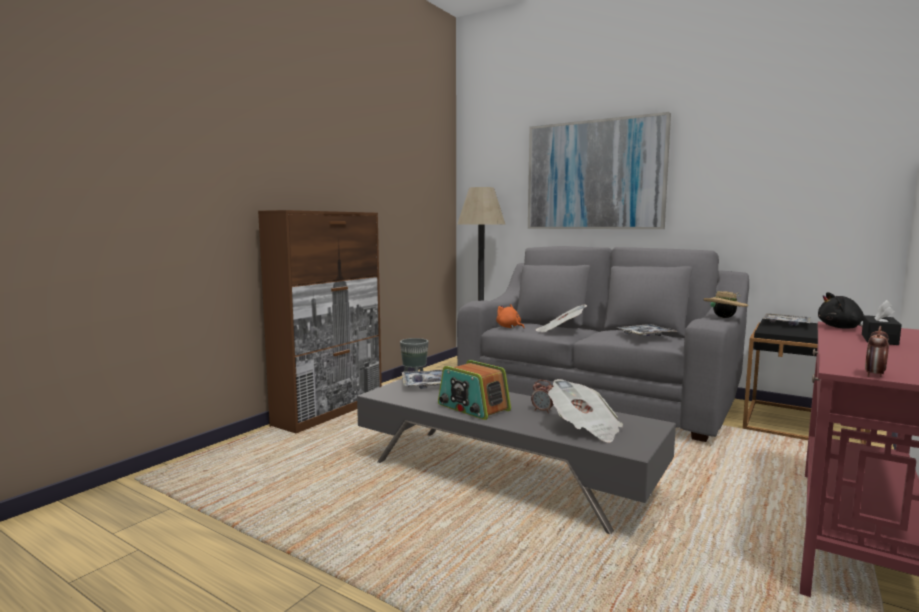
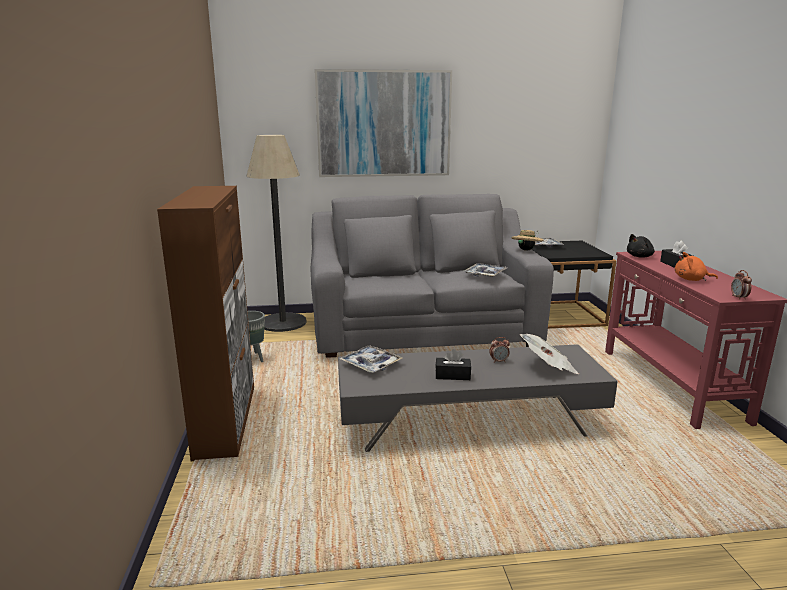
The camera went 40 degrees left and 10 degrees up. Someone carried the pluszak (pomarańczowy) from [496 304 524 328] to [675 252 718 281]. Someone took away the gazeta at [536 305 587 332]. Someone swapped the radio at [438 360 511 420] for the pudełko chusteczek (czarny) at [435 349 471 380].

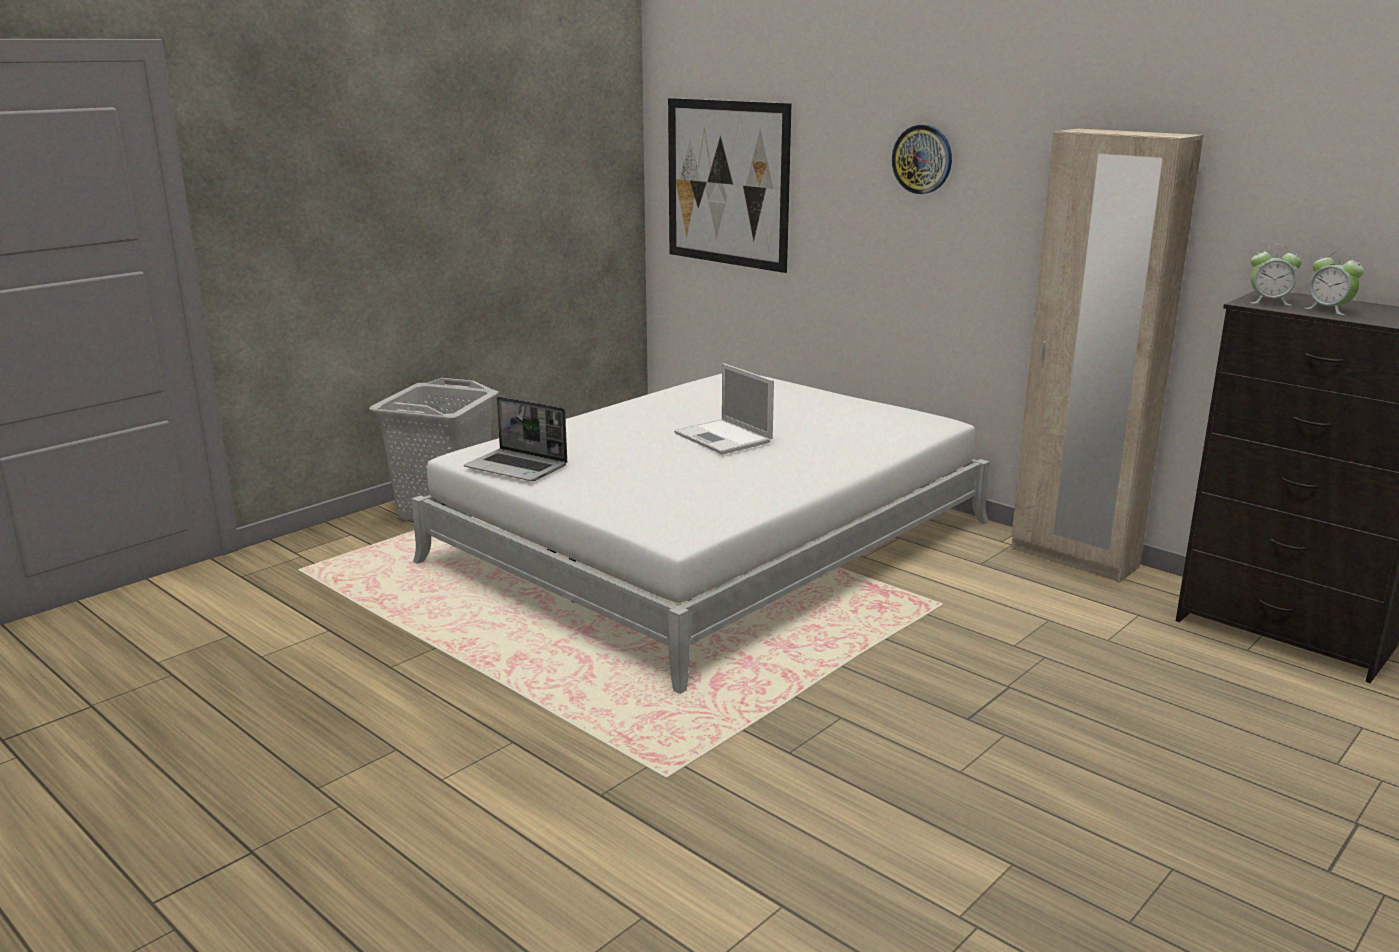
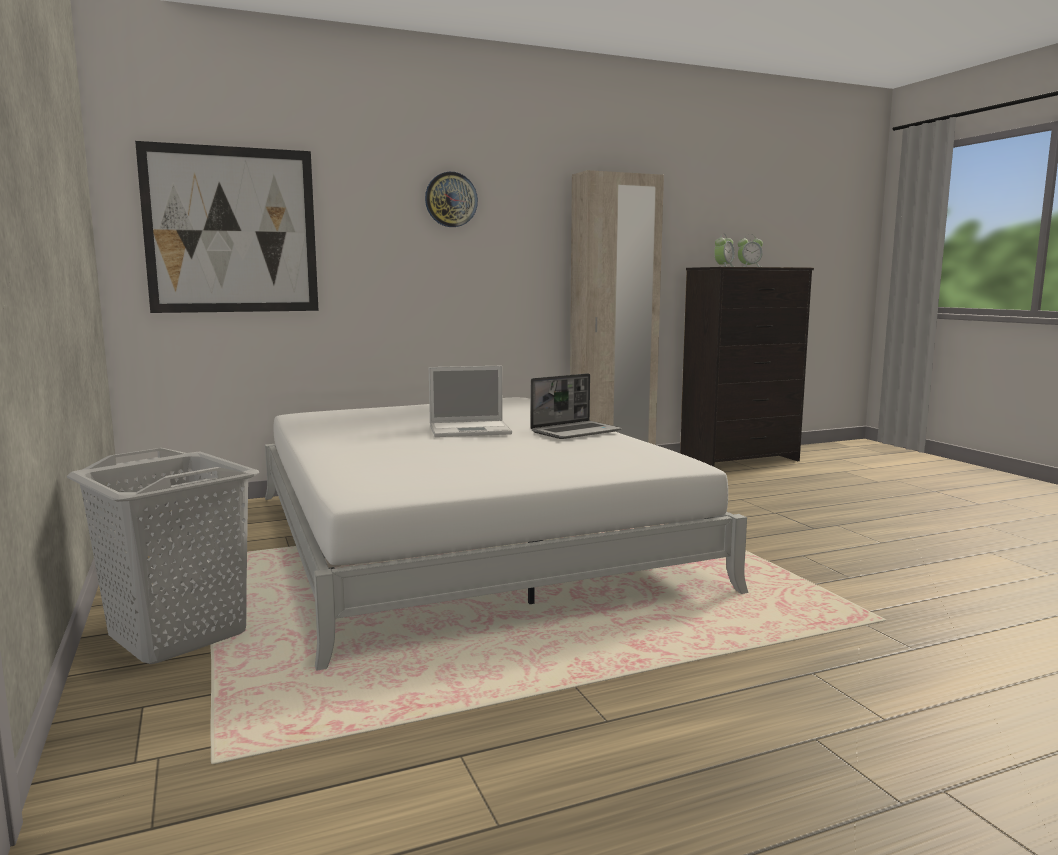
The camera went 65 degrees left and 10 degrees down. Someone carried the laptop from [464 396 567 481] to [531 373 622 439].

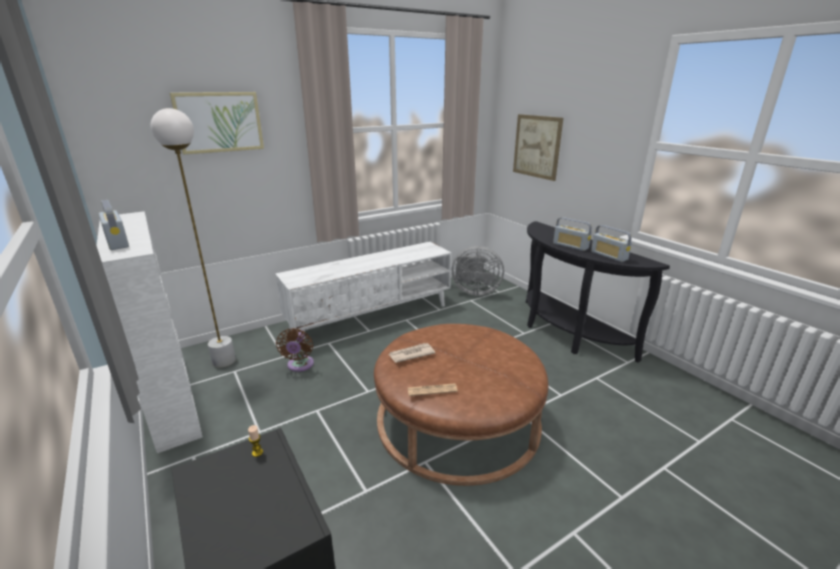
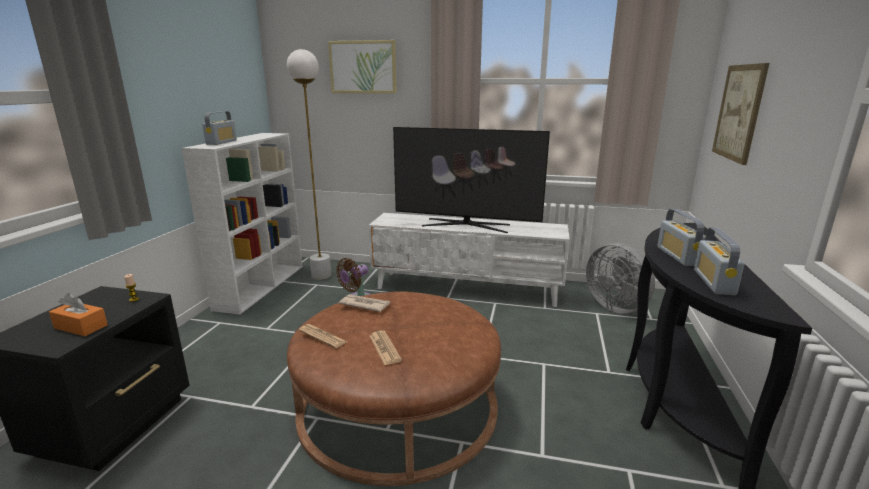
The camera went 45 degrees right and 5 degrees down. Someone put down the telewizor at [393 127 550 233]. Someone put down the pudełko chusteczek (pomarańczowy) at [49 293 108 336]. Someone put down the gazeta at [370 330 402 365].

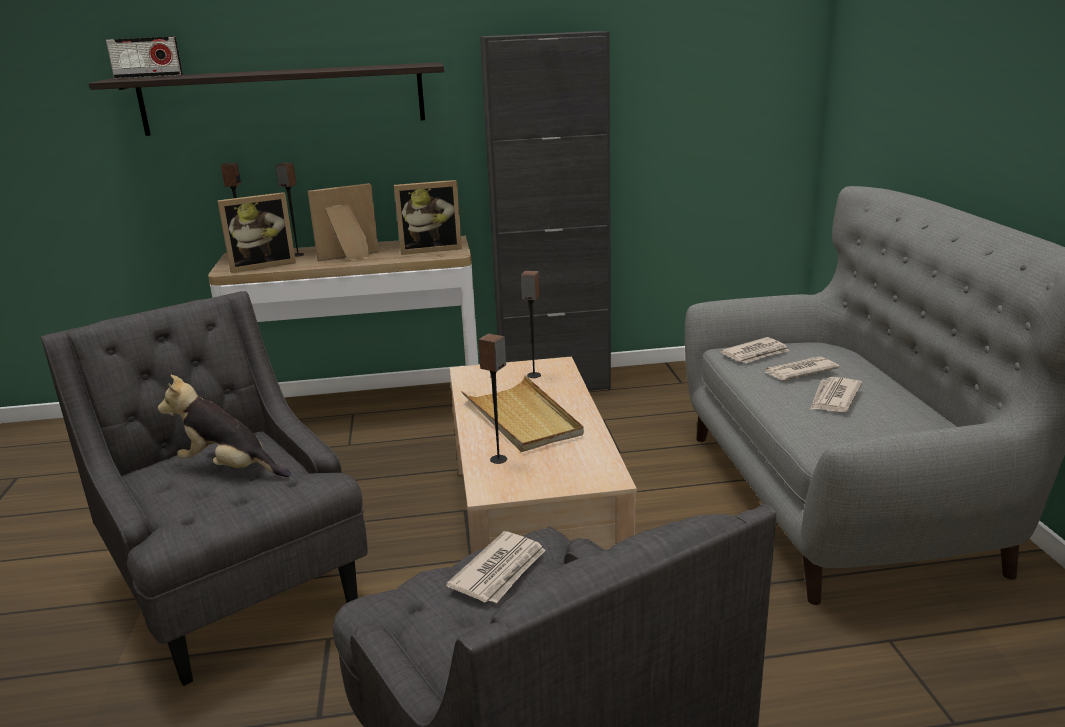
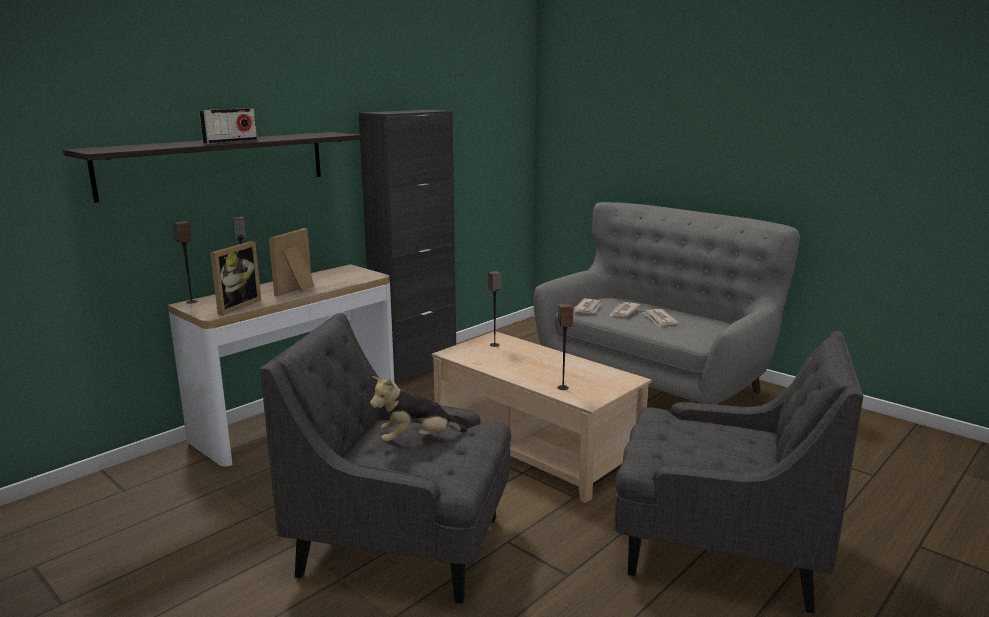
The camera went 40 degrees left and 5 degrees down. Someone carried the radio from [106 37 183 79] to [199 108 257 144]. Someone took away the ramka na zdjęcie at [394 180 462 255]. Someone took away the taca (beżowy) at [461 375 584 452]. Someone took away the gazeta at [446 531 546 603].

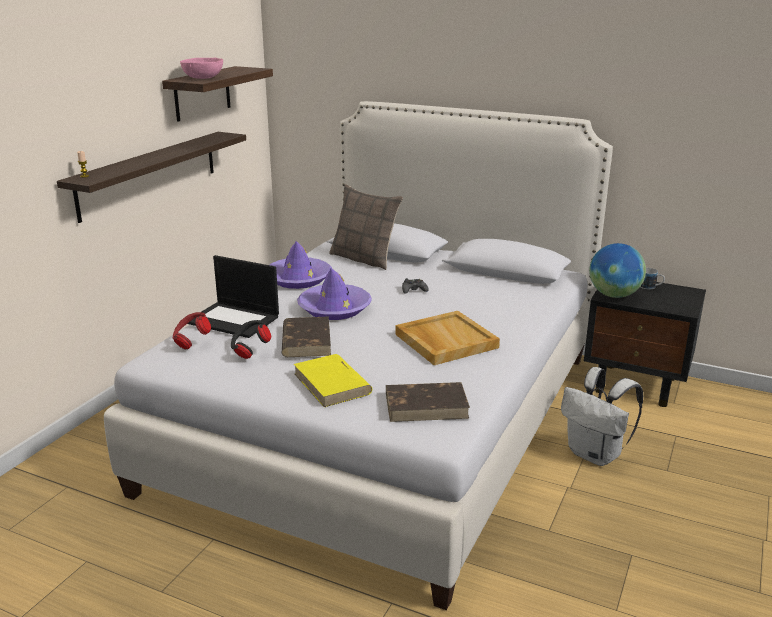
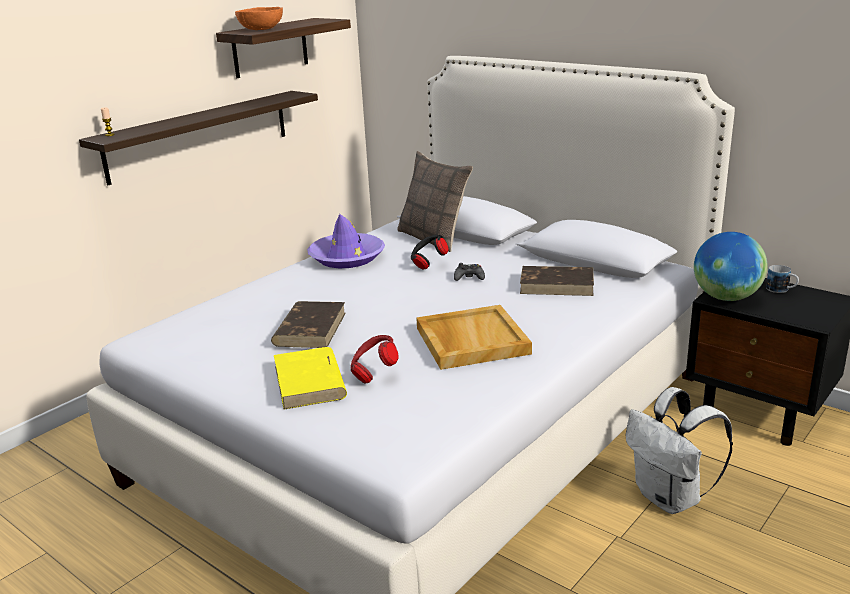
The camera went 15 degrees right and 0 degrees up. Someone repainted the miska (różowy) at [180 58 223 79], which became the miska (pomarańczowy) at [235 7 283 30]. Someone took away the laptop at [187 255 279 338]. Someone took away the kapelusz (fioletowy) at [297 268 372 320]. Someone carried the słuchawki (czerwony) from [173 312 211 349] to [351 335 398 384]. Someone carried the słuchawki (czarny) from [231 320 271 359] to [411 235 449 270]. Someone carried the książka (brązowy) from [386 382 470 422] to [520 266 594 296].

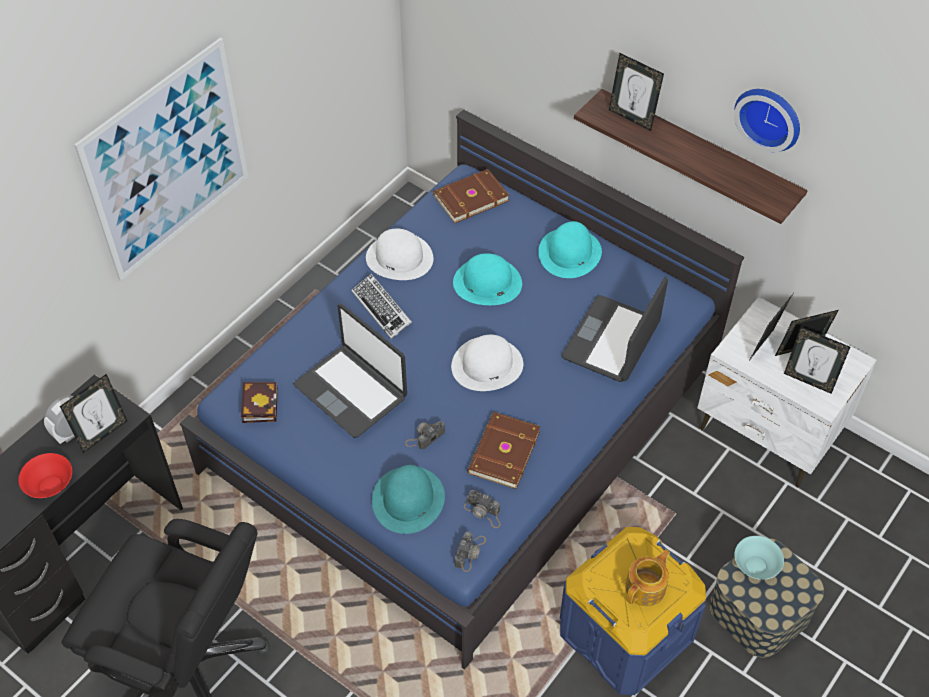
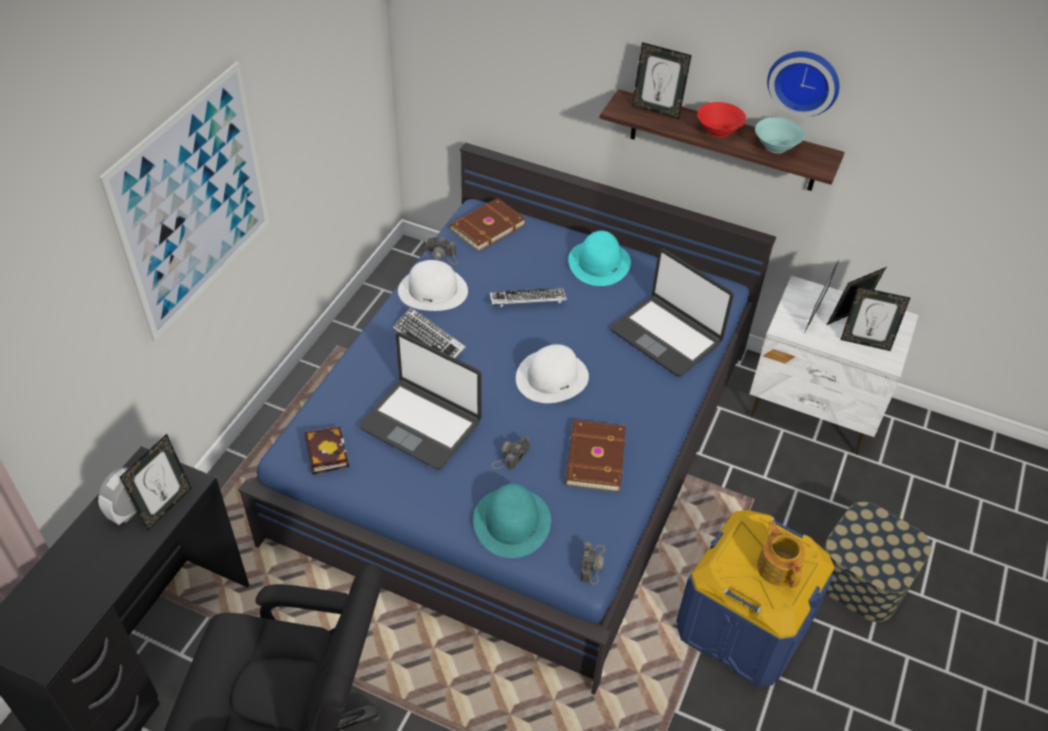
The camera went 15 degrees left and 5 degrees down. Someone swapped the kapelusz (turkusowy) at [453 253 522 305] for the klawiatura at [490 288 567 307]. Someone rotated the laptop at [562 277 668 382] by 60 degrees counterclockwise. Someone carried the miska (czerwony) from [18 453 72 498] to [697 102 746 137]. Someone carried the aparat fotograficzny from [464 490 501 528] to [424 237 458 264]. Someone carried the miska (turkusowy) from [734 536 784 580] to [755 117 805 153]. Someone rotated the imbryk at [625 550 670 607] by 45 degrees counterclockwise.

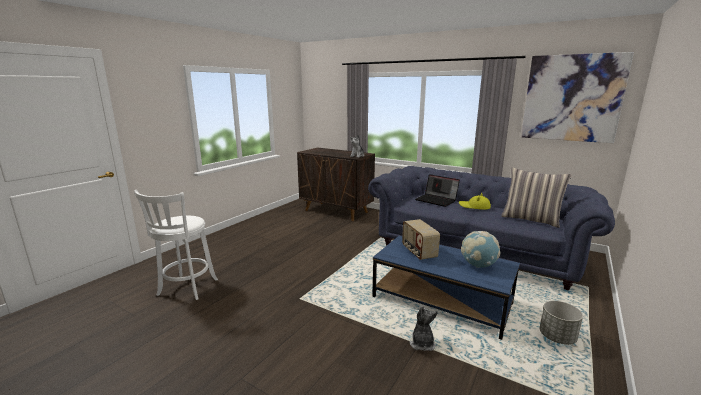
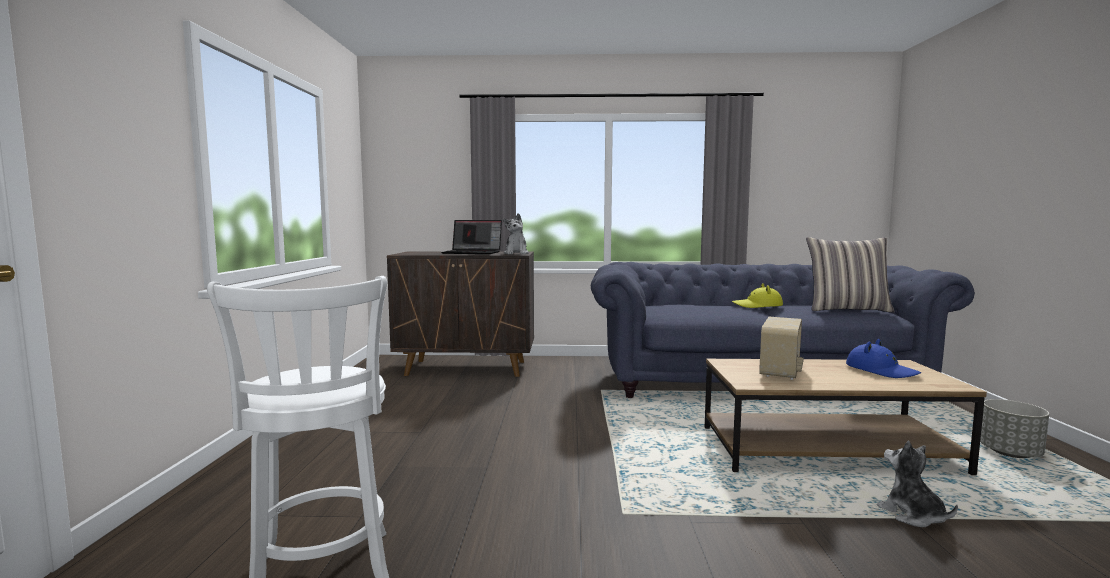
The camera went 30 degrees left and 10 degrees down. Someone took away the obraz at [521 52 634 143]. Someone carried the laptop from [415 174 460 207] to [441 220 502 254]. Someone rotated the radio at [402 219 440 260] by 105 degrees counterclockwise. Someone swapped the globus at [461 231 500 268] for the kapelusz (niebieski) at [846 339 921 378]. Someone repainted the ława (niebieski) at [372 236 520 340], which became the ława (brązowy) at [705 359 987 475].

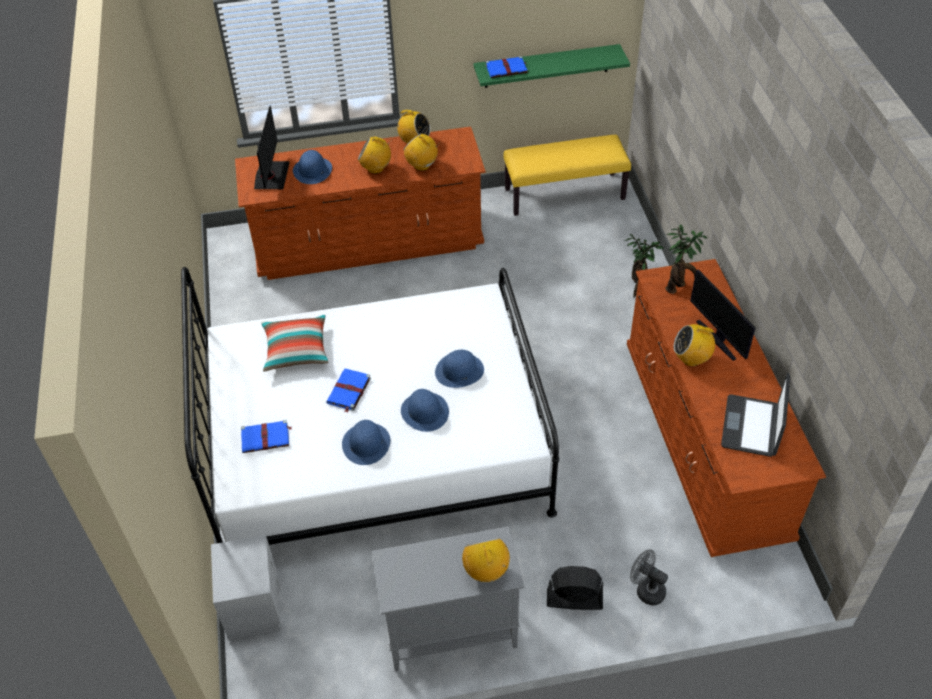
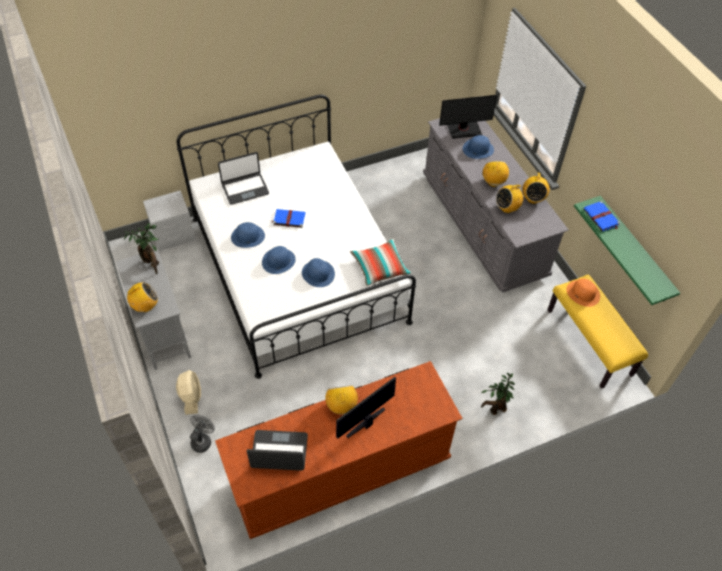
The camera went 75 degrees right and 5 degrees up. Someone repainted the komoda (brązowy) at [235 127 486 280], which became the komoda (szary) at [423 118 569 293]. Someone rotated the radio at [404 134 440 171] by 150 degrees counterclockwise. Someone carried the roślina doniczkowa from [665 224 707 294] to [124 223 159 274]. Someone carried the poduszka from [261 314 329 371] to [350 239 411 286]. Someone swapped the książka (niebieski) at [241 420 292 453] for the laptop at [218 152 269 205]. Someone repainted the wentylator (czarny) at [547 566 603 610], which became the wentylator (beżowy) at [176 370 201 415]. Someone put down the kapelusz (pomarańczowy) at [566 278 600 307].

